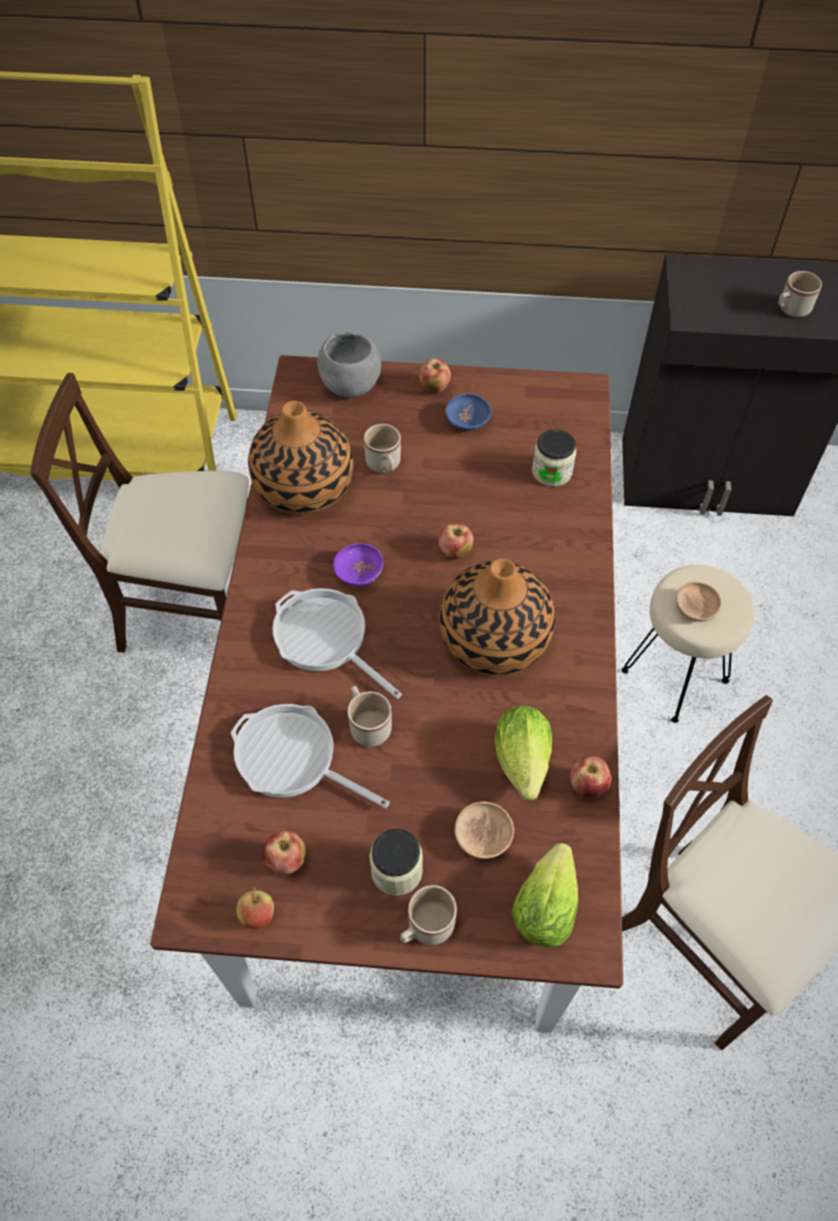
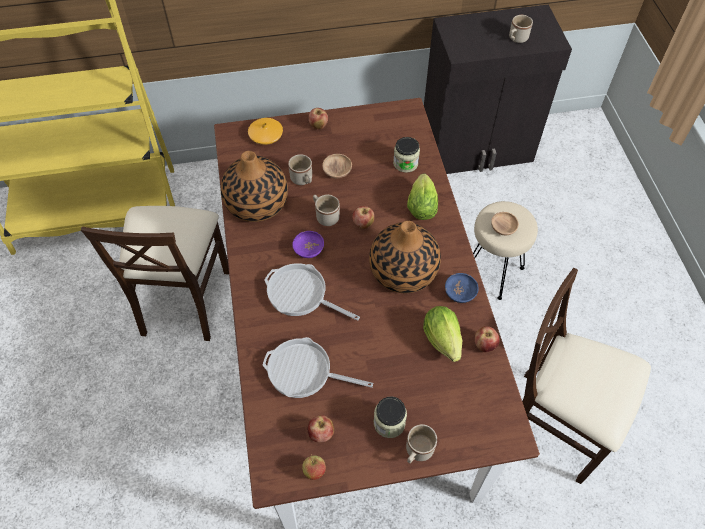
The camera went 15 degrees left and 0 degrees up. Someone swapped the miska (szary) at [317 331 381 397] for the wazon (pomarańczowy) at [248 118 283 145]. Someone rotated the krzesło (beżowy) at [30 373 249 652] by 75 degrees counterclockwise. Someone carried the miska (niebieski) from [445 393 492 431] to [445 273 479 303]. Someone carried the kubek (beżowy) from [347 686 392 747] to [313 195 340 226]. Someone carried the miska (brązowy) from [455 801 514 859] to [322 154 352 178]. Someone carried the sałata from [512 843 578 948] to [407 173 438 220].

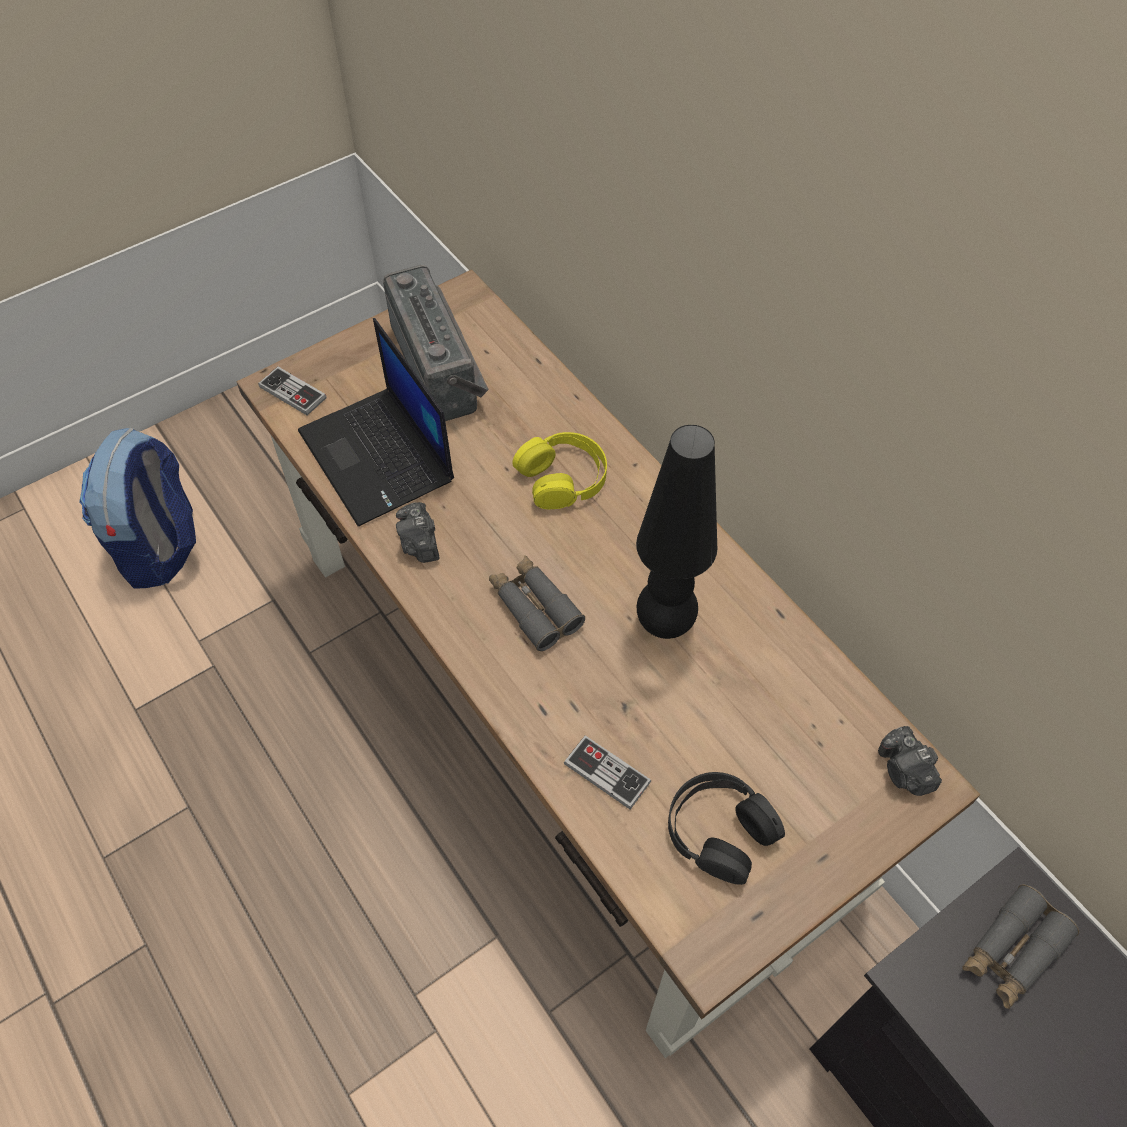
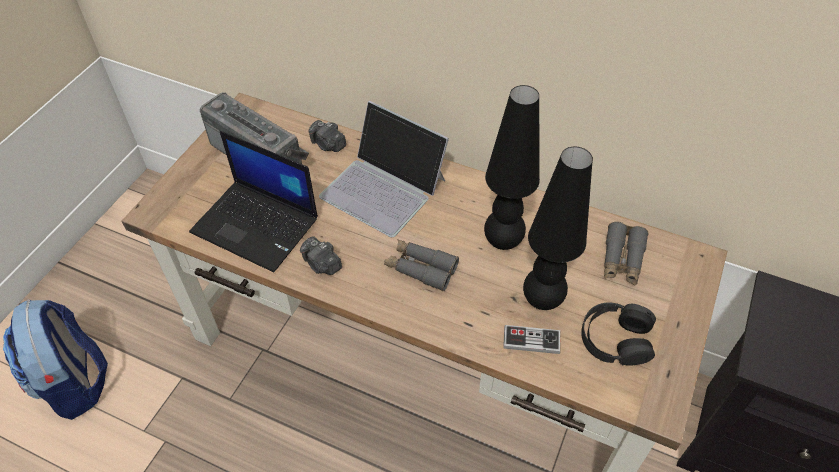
The camera went 30 degrees left and 5 degrees down. Someone took away the pad do gier at [258 367 327 415]. Someone swapped the słuchawki (żółty) at [513 432 607 509] for the laptop at [319 101 449 237]. Someone carried the aparat fotograficzny from [878 726 942 796] to [308 120 346 152]. Someone carried the lornetka (szary) from [962 884 1079 1009] to [604 221 649 285]. Someone put down the lampa stołowa (czarny) at [523 147 593 310].

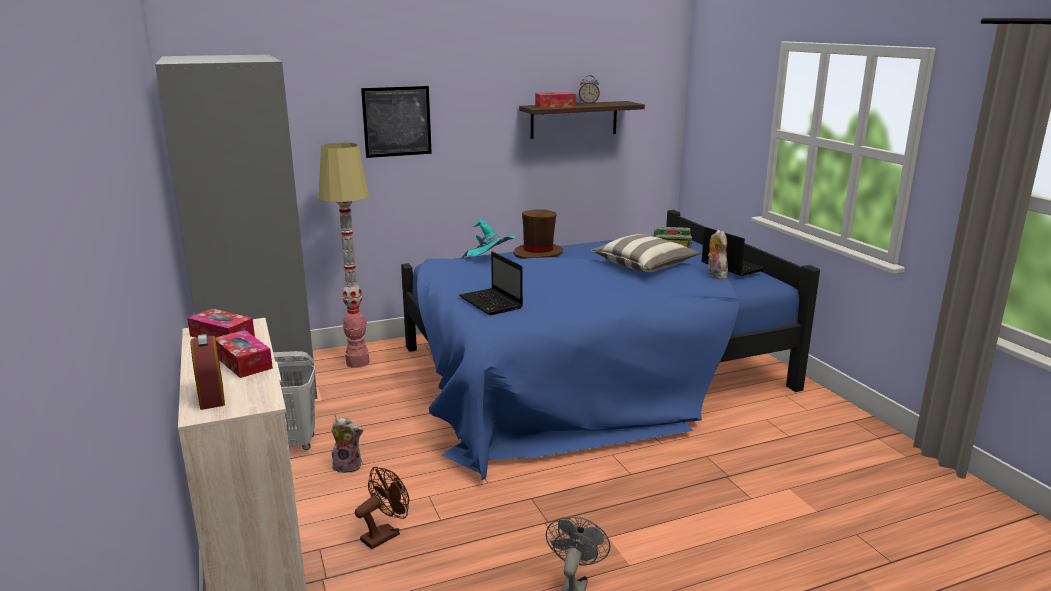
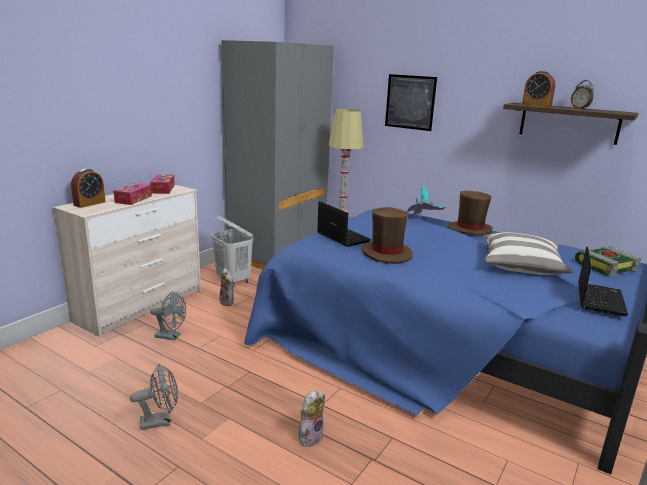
The camera went 55 degrees right and 0 degrees up. Someone swapped the pudełko chusteczek at [535 92 576 108] for the budzik at [522 71 555 107]. Someone carried the pluszak from [708 230 728 279] to [298 390 325 447]. Someone rotated the laptop at [459 251 523 315] by 120 degrees clockwise. Someone repainted the wentylator (brązowy) at [355 467 409 549], which became the wentylator (szary) at [150 292 186 340]. Someone put down the kapelusz (brązowy) at [362 208 413 264].

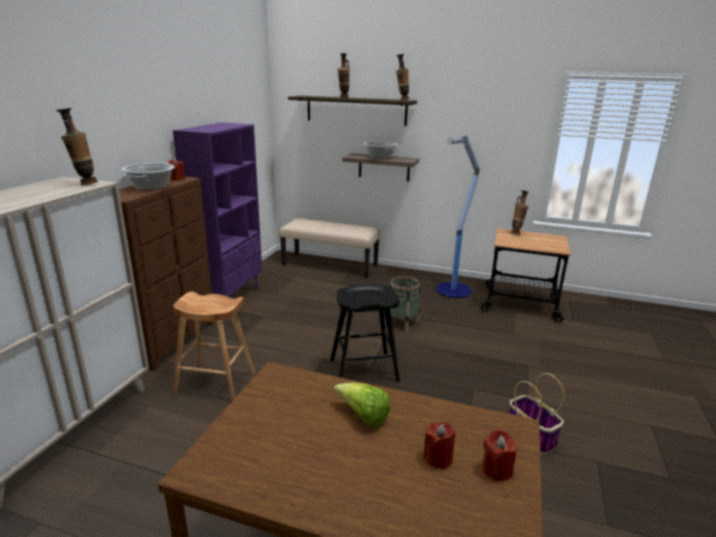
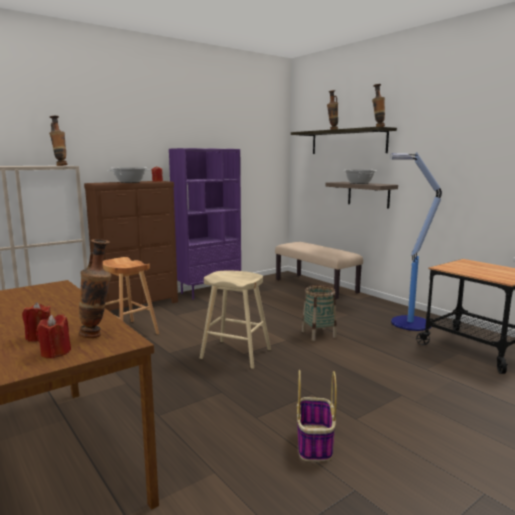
The camera went 35 degrees right and 10 degrees down. Someone carried the wazon from [511 190 529 234] to [79 239 112 338]. Someone repainted the stołek (czarny) at [330 284 400 382], which became the stołek (beżowy) at [200 271 271 369]. Someone took away the sałata at [334 383 390 427].

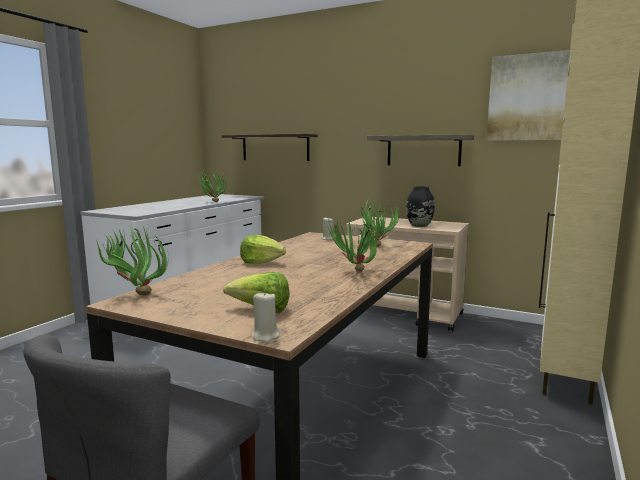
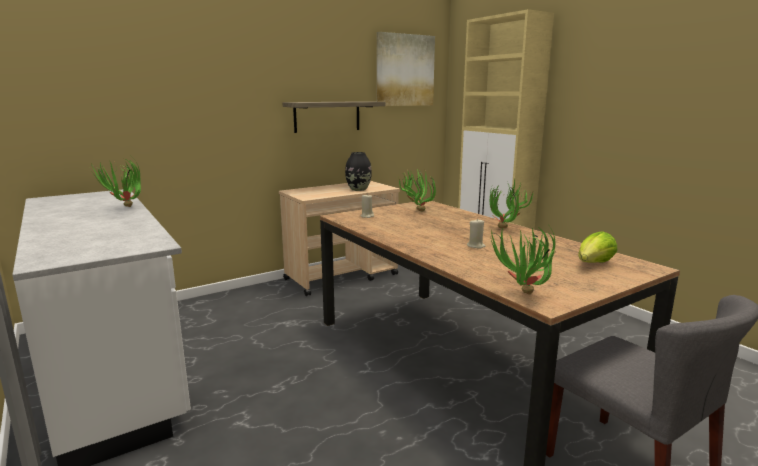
The camera went 60 degrees left and 5 degrees up. Someone took away the półka at [222 134 318 161]. Someone took away the sałata at [240 235 286 264]. Someone carried the świeca (beżowy) from [252 291 280 343] to [467 218 486 249].

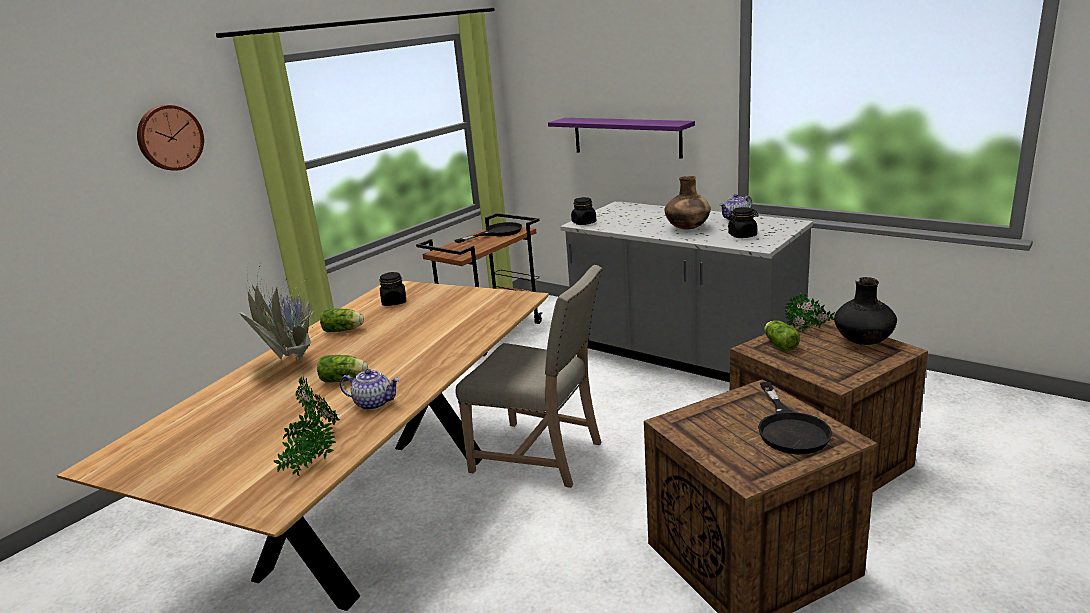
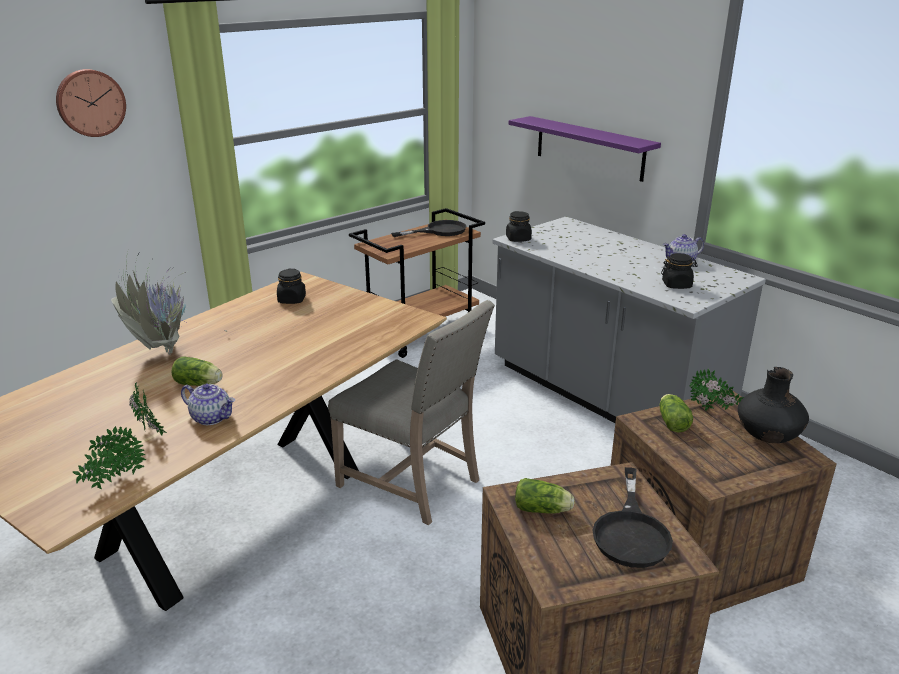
The camera went 10 degrees right and 5 degrees up. Someone took away the wazon (brązowy) at [665 176 711 230]. Someone carried the sałata from [320 308 364 332] to [515 478 575 514].

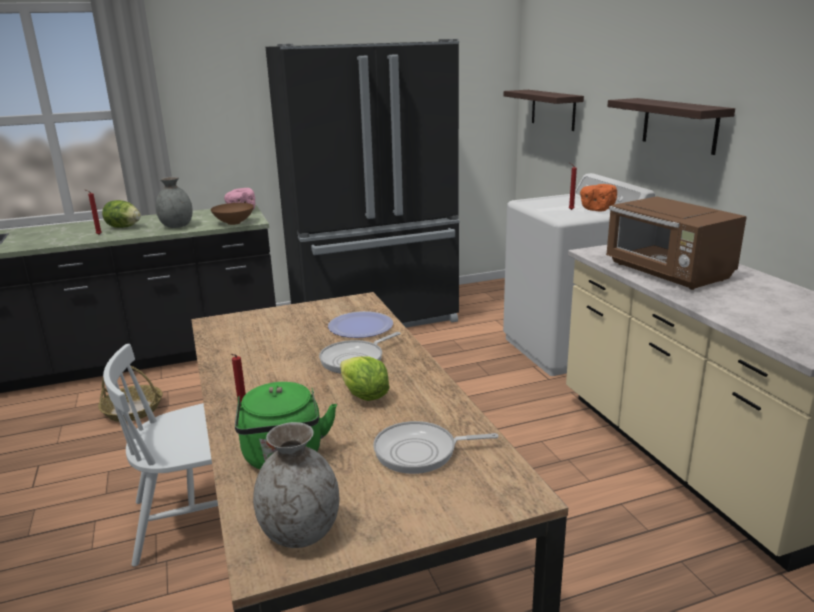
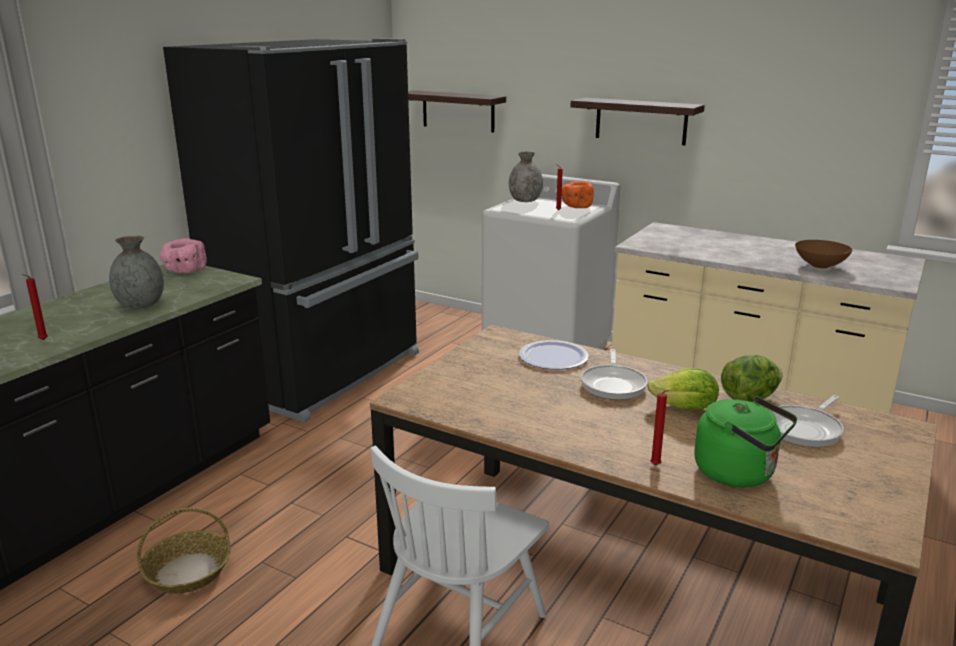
The camera went 40 degrees left and 0 degrees up. Someone took away the mikrofalówka (brązowy) at [606 196 747 290]. Someone carried the sałata from [102 200 141 228] to [721 355 783 402]. Someone carried the miska (brązowy) from [211 203 254 225] to [795 240 852 269]. Someone carried the wazon (szary) from [253 422 339 548] to [509 152 543 202].

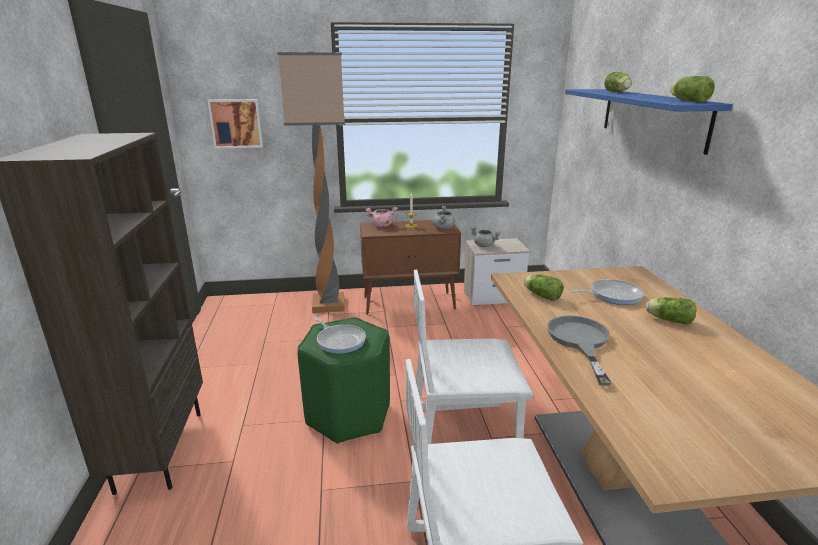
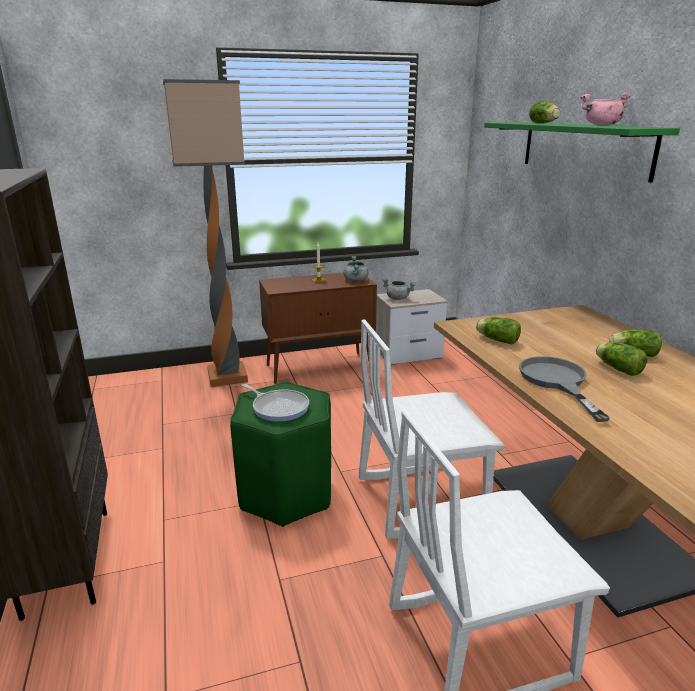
The camera went 10 degrees left and 0 degrees up. Someone carried the sałata from [670 76 715 103] to [596 342 647 376]. Someone repainted the półka (niebieski) at [565 89 733 155], which became the półka (zielony) at [484 122 680 183]. Someone took away the obraz at [207 99 263 148]. Someone carried the garnek (różowy) from [365 207 398 227] to [580 92 631 126]. Someone took away the patelnia at [570 279 644 305].

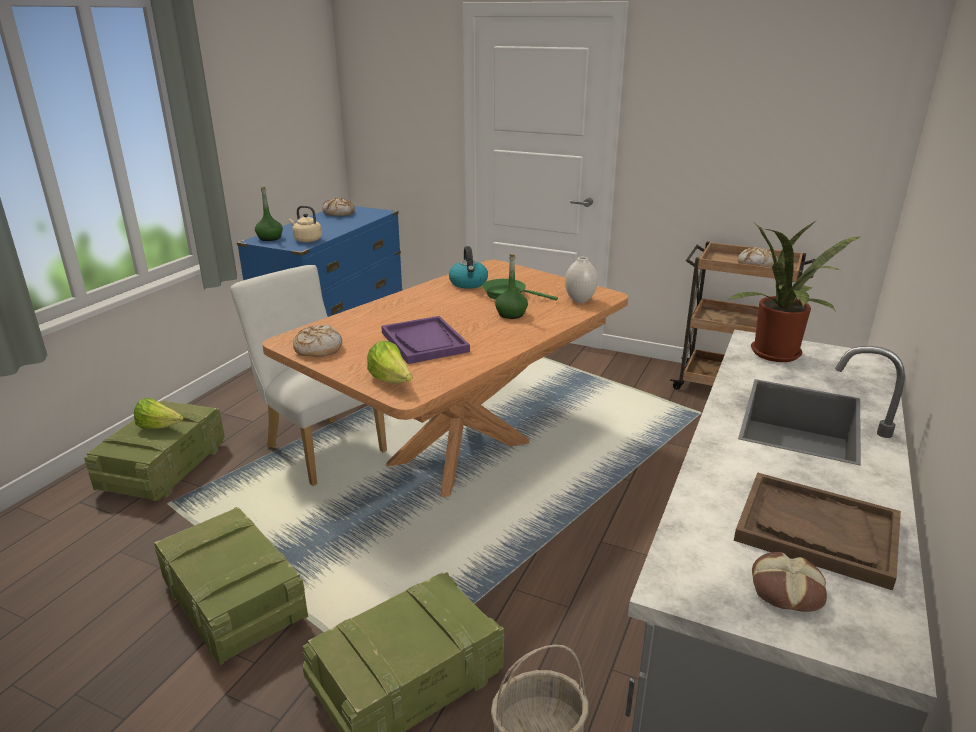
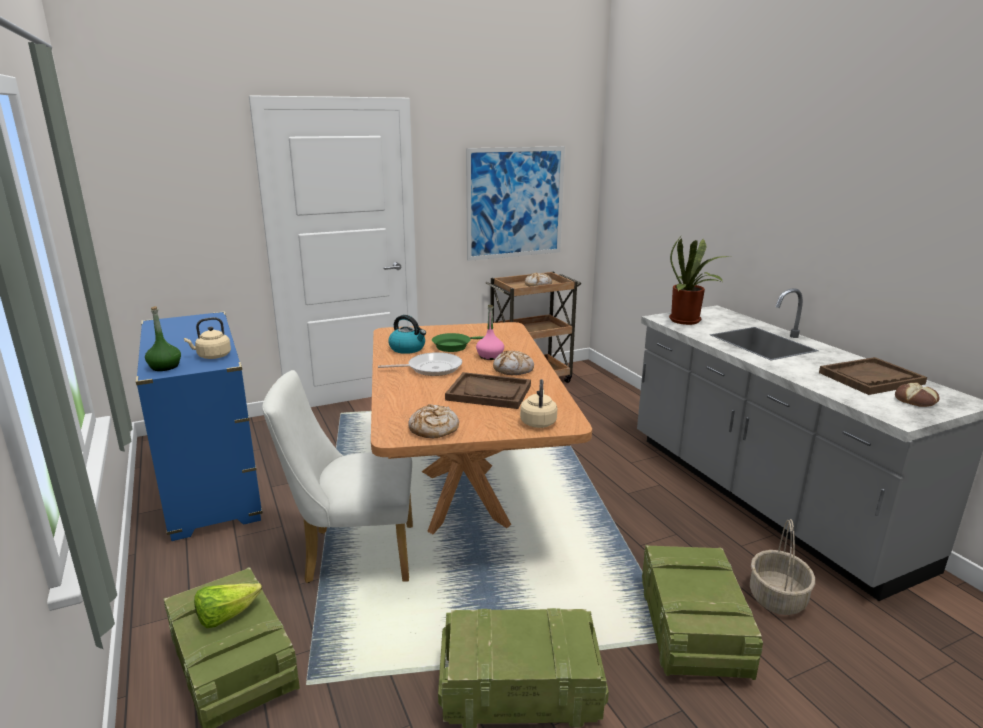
The camera went 50 degrees left and 5 degrees down. Someone carried the chleb from [323 198 355 216] to [493 350 534 375]. Someone repainted the butelka (zielony) at [495 254 528 319], which became the butelka (różowy) at [476 305 504 360]. Someone took away the wazon (biały) at [565 257 598 303]. Someone repainted the taca (fioletowy) at [381 316 470 364], which became the taca (brązowy) at [445 372 531 409]. Someone swapped the sałata at [367 341 412 384] for the czajnik (beżowy) at [520 379 557 428]. Someone put up the obraz at [466 146 565 261]. Someone put down the patelnia at [378 352 462 376].

